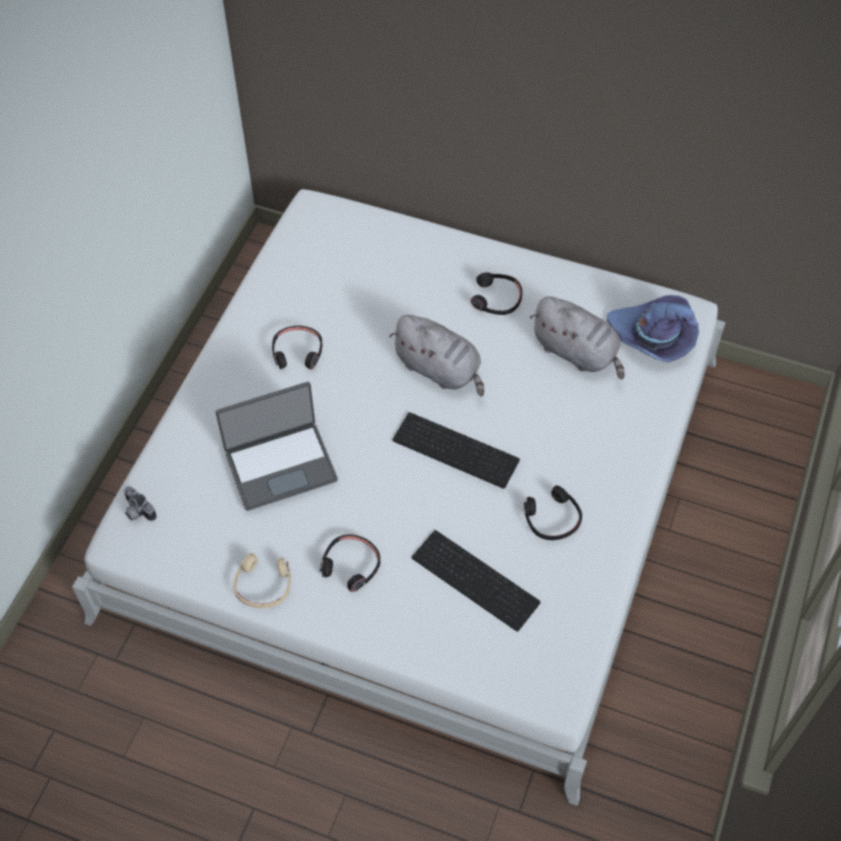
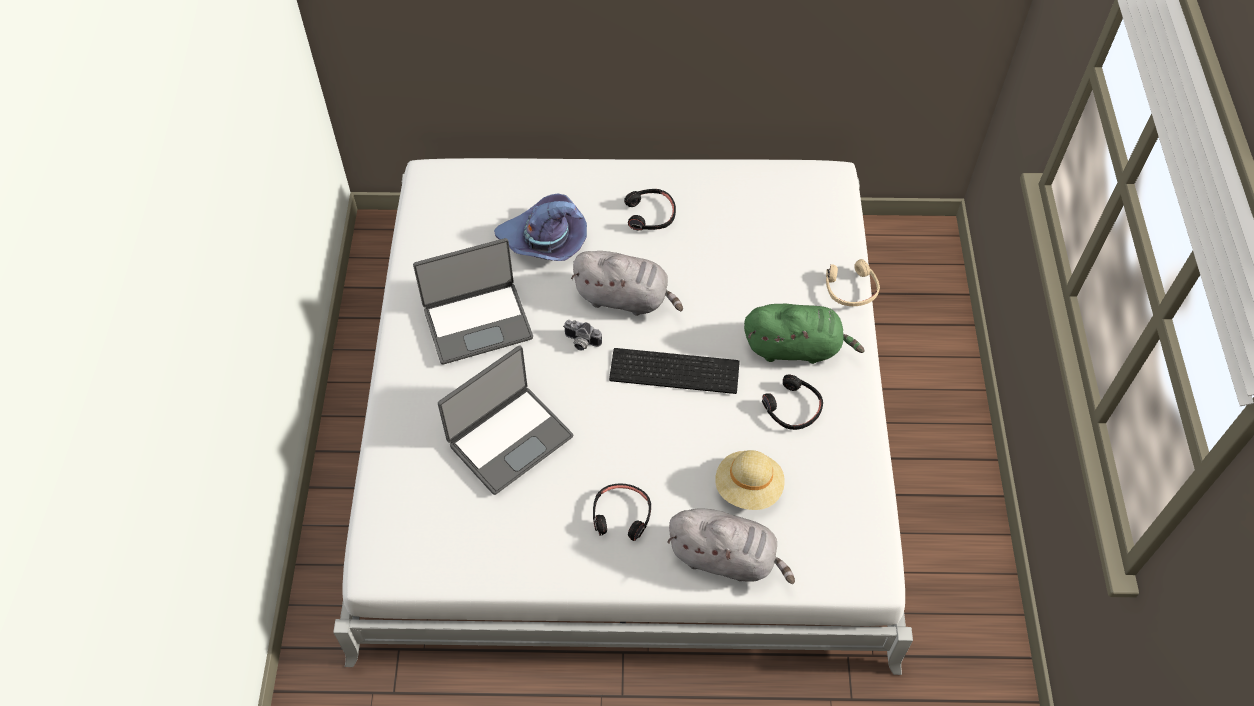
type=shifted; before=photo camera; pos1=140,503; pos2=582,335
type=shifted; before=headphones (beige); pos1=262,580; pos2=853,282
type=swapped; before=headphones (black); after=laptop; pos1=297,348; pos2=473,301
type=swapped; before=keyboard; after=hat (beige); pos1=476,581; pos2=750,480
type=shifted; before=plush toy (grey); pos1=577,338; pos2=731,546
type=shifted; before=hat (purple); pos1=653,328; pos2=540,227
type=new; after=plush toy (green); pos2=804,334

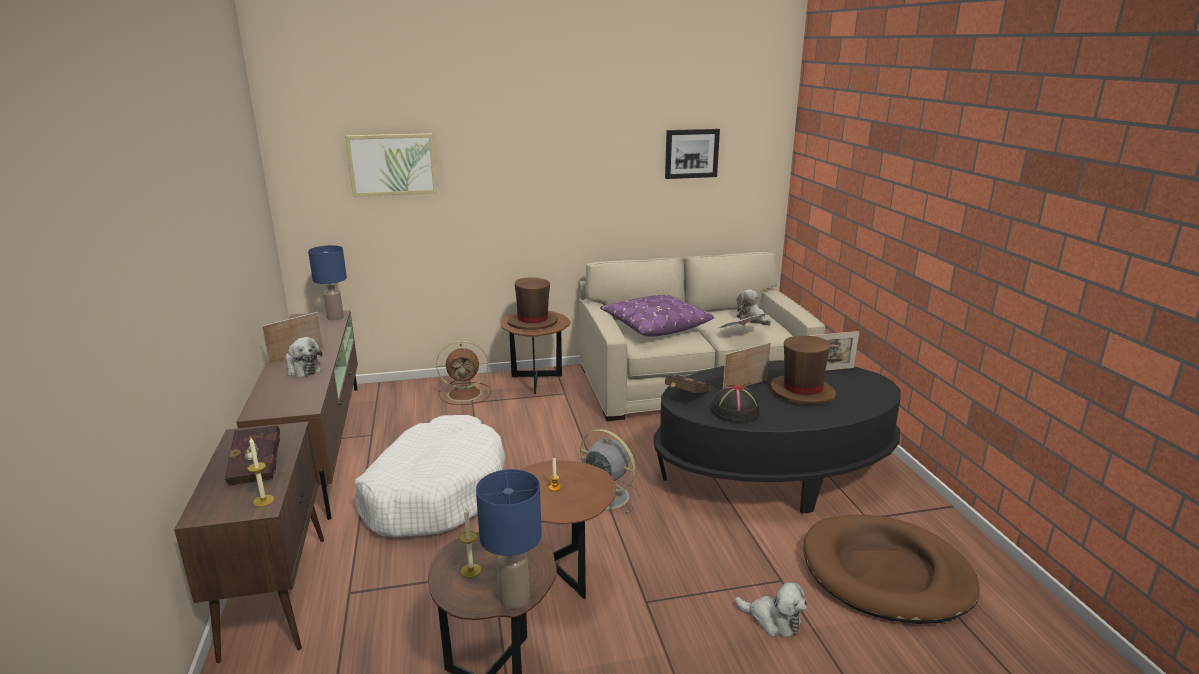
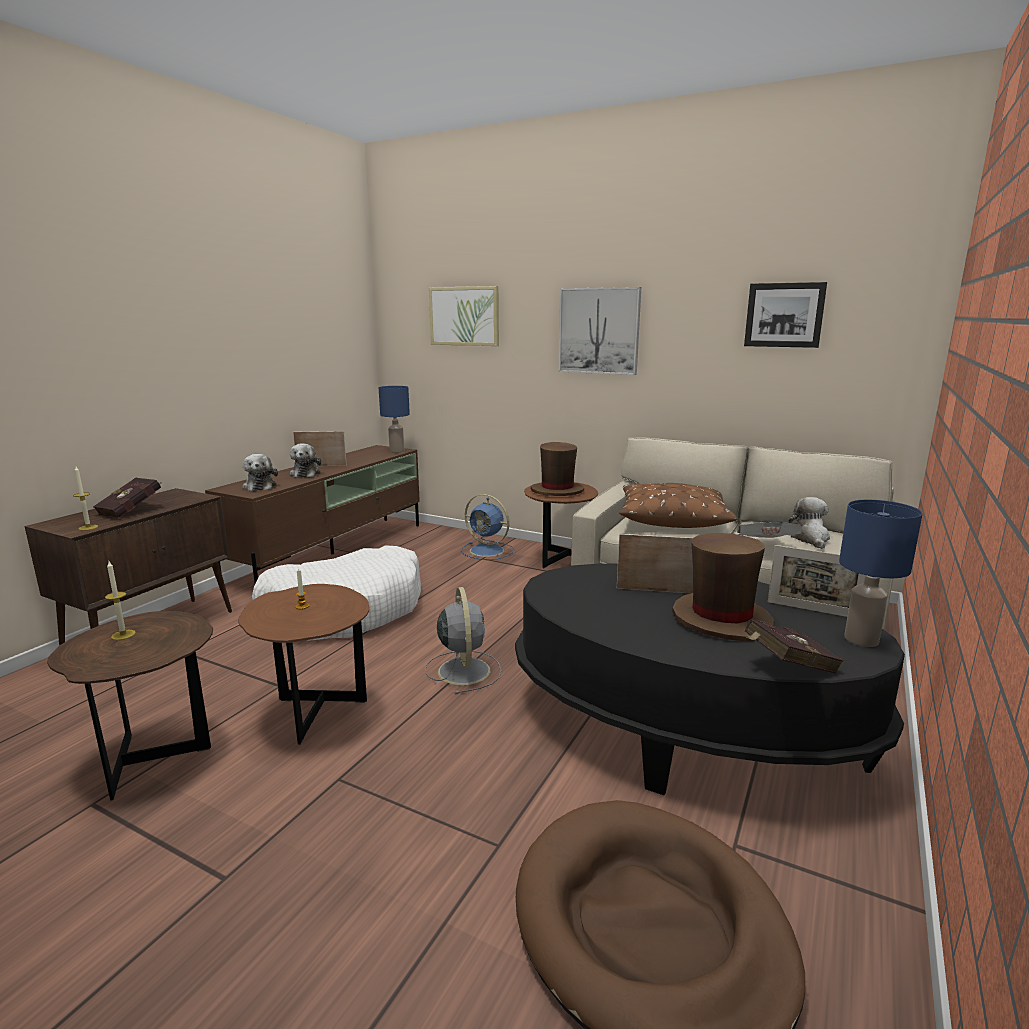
type=repainted; before=fan (brown); after=fan (blue); pos1=463,372; pos2=487,527
type=shifted; before=table lamp (blue); pos1=509,539; pos2=881,573
type=repainted; before=pillow (purple); after=pillow (brown); pos1=657,315; pos2=678,505
type=shifted; before=book (red); pos1=688,384; pos2=794,646
type=gone; before=hat (black); pos1=735,404
type=shifted; before=plush toy; pos1=771,609; pos2=260,472
type=new; after=picture; pos2=599,331

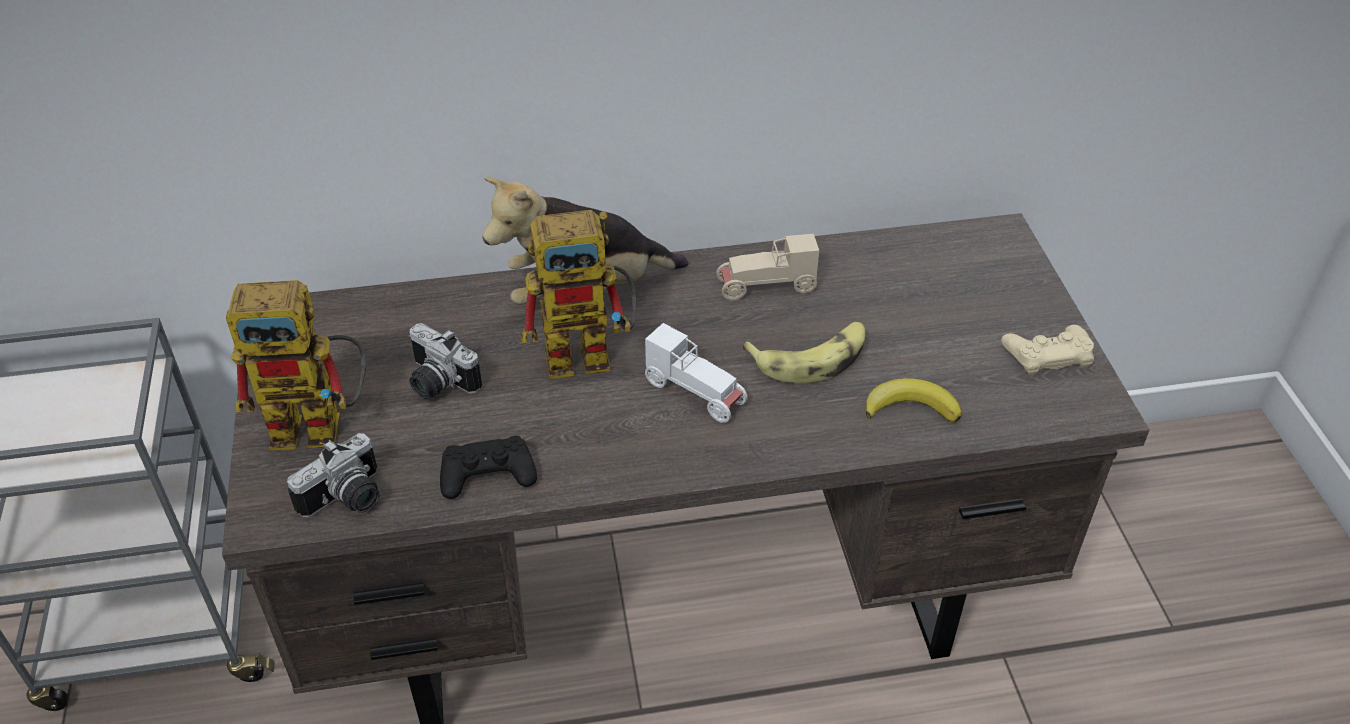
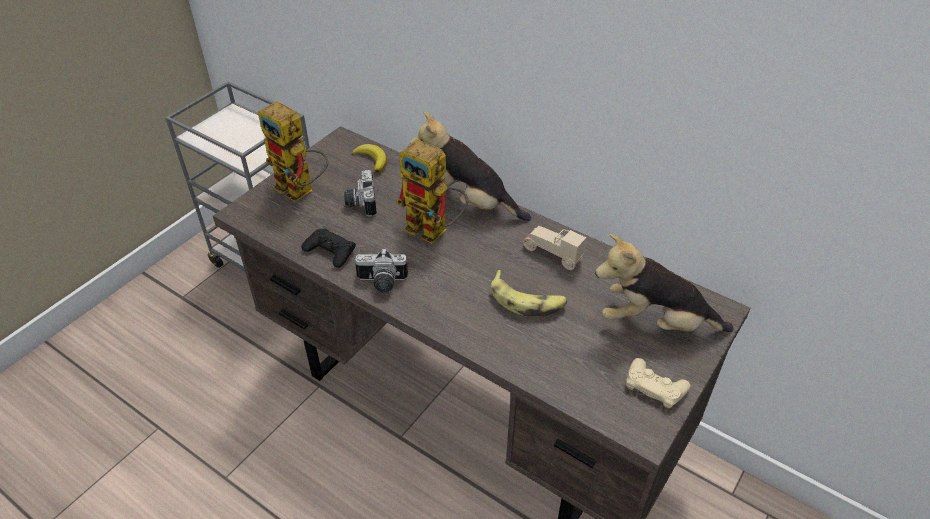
type=shifted; before=photo camera; pos1=333,475; pos2=381,270
type=gone; before=toy car (white); pos1=696,373
type=shifted; before=banana; pos1=914,400; pos2=369,158
type=new; after=plush toy; pos2=664,283

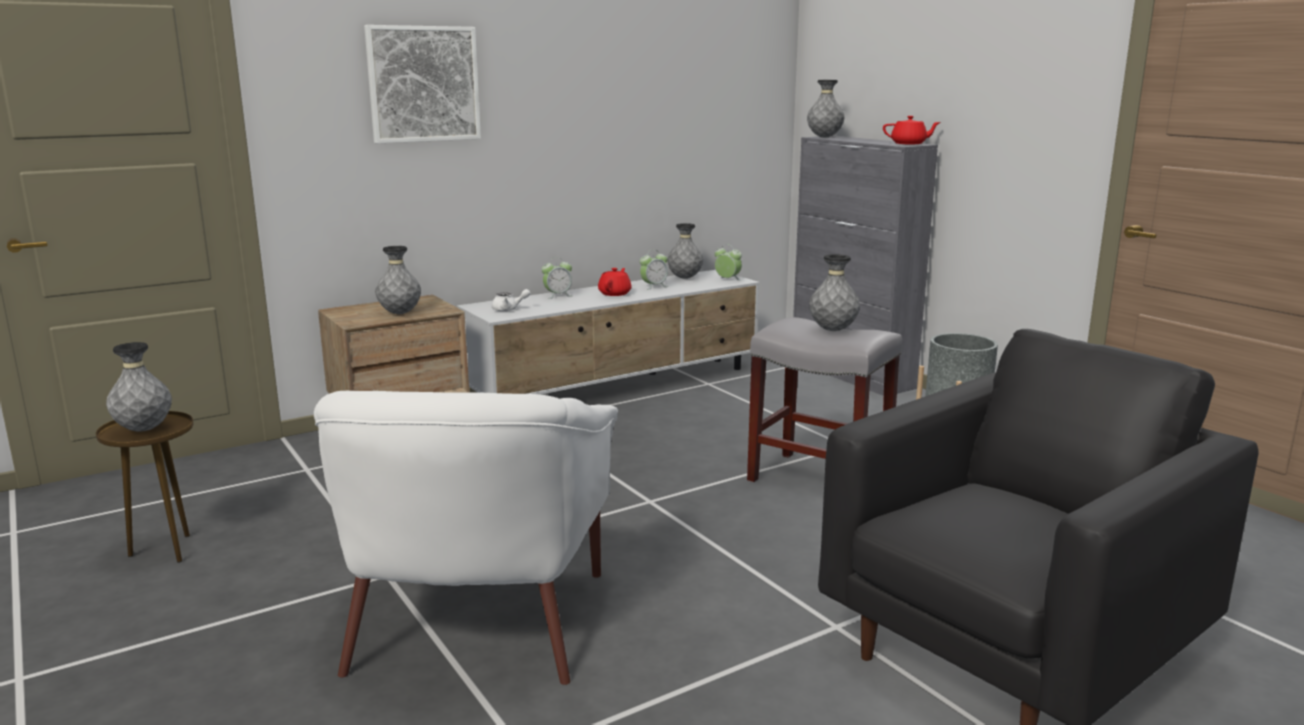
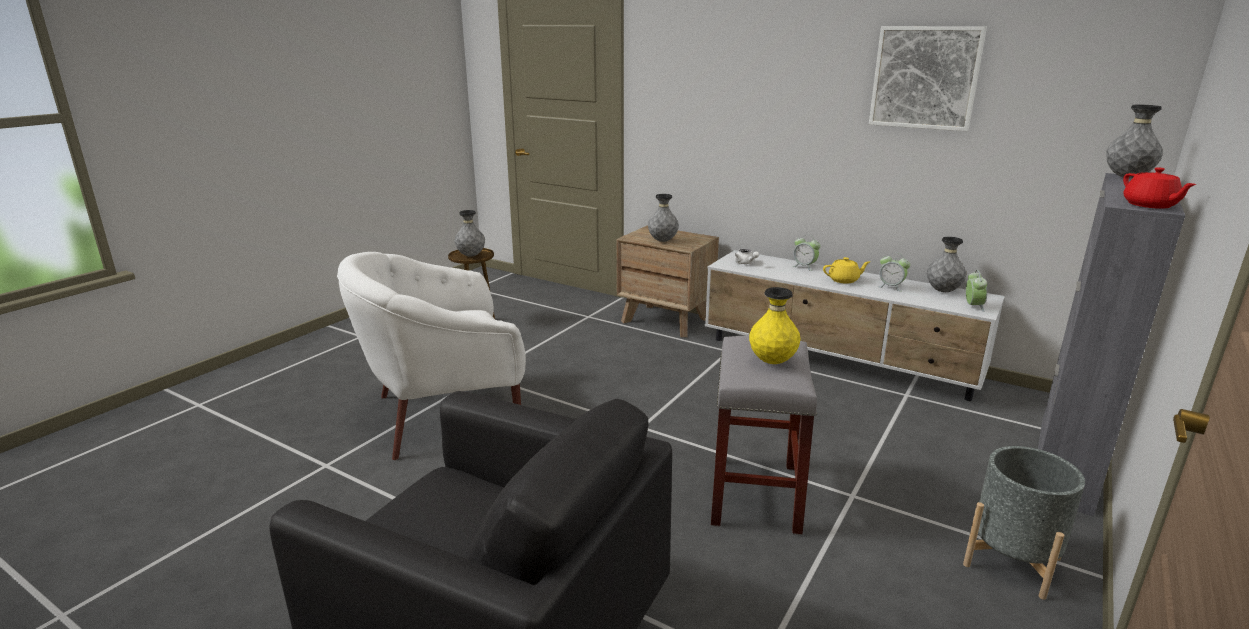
type=shifted; before=picture; pos1=422,84; pos2=928,78
type=repainted; before=teapot (red); after=teapot (yellow); pos1=615,282; pos2=846,270
type=repainted; before=vase (grey); after=vase (yellow); pos1=835,292; pos2=775,325

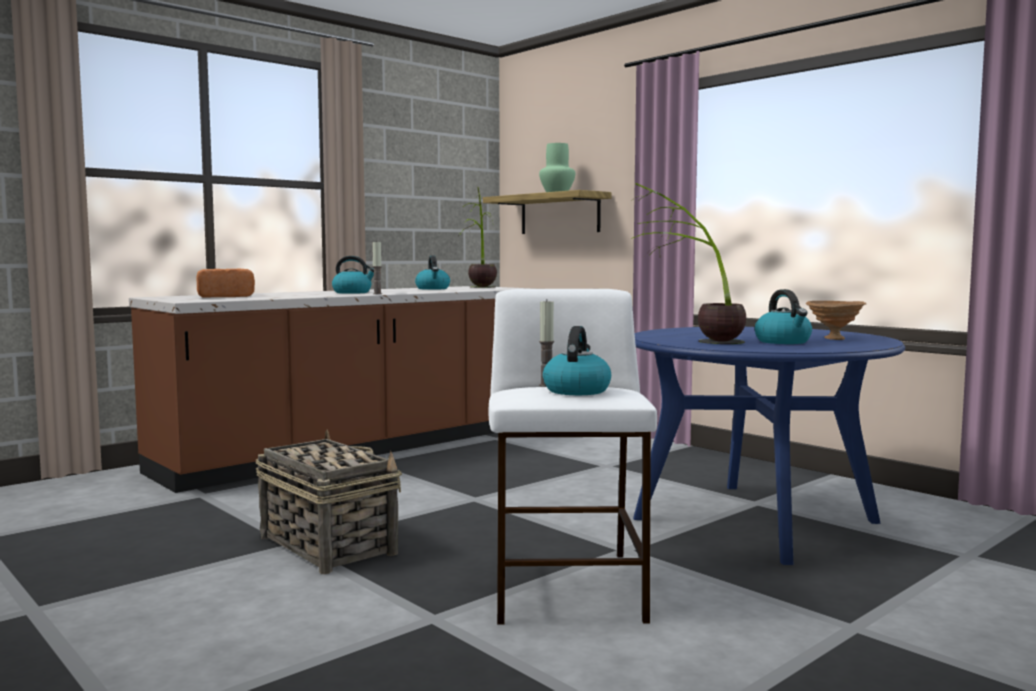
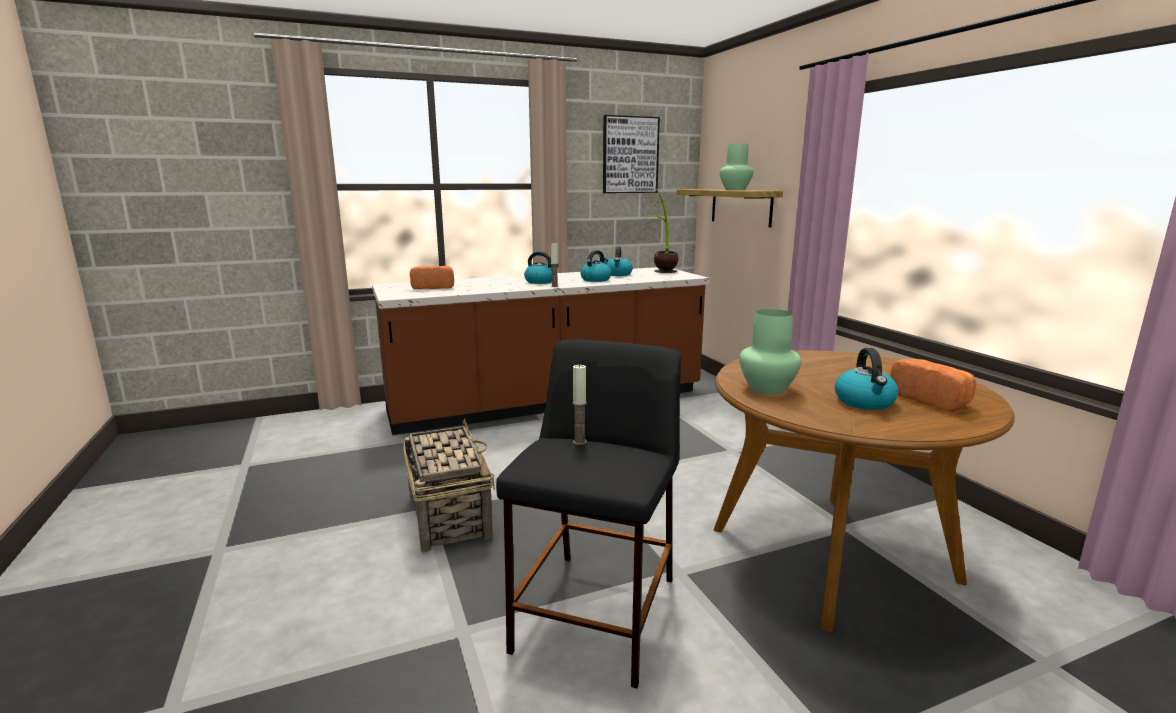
type=repainted; before=stool (white); after=stool (black); pos1=573,457; pos2=588,514
type=shifted; before=kettle; pos1=577,360; pos2=595,266
type=swapped; before=potted plant; after=vase (green); pos1=688,263; pos2=770,352
type=repainted; before=dining table (blue); after=dining table (brown); pos1=769,446; pos2=864,491
type=swapped; before=bowl (brown); after=bread; pos1=836,320; pos2=933,385
type=new; after=picture; pos2=631,154

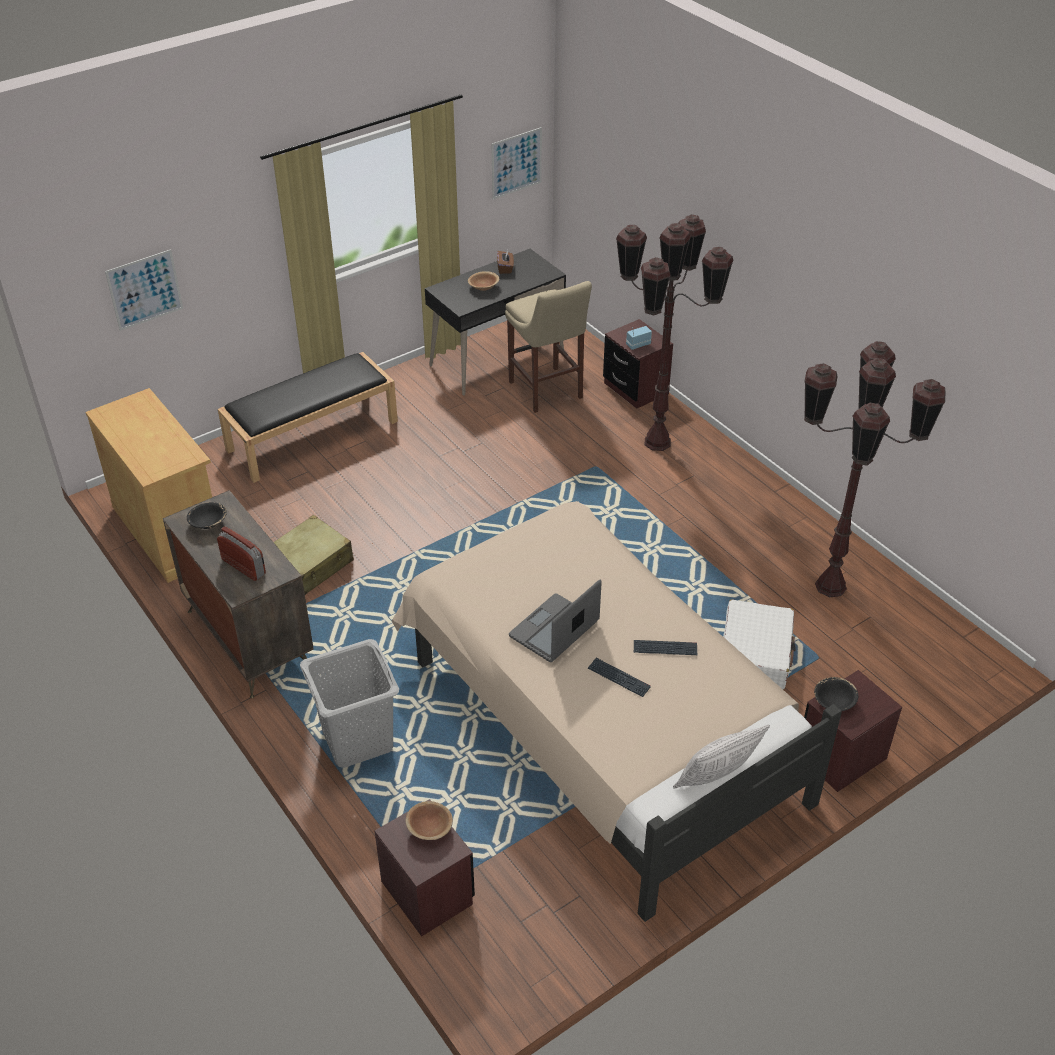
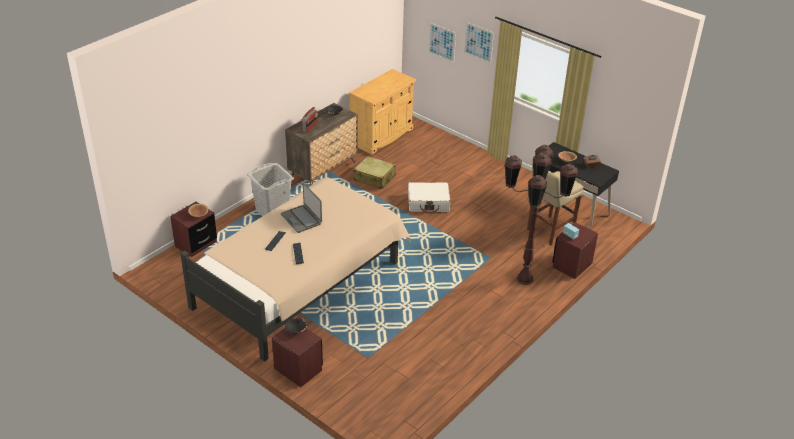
type=gone; before=bench (black); pos1=308,417
type=shifted; before=picture; pos1=516,163; pos2=479,43
type=rotated; before=laptop; pos1=555,621; pos2=301,208; turn=-150
type=gone; before=pillow; pos1=721,757
type=shifted; before=suitcase (white); pos1=759,645; pos2=429,198
type=gone; before=floor lamp (brown); pos1=874,469

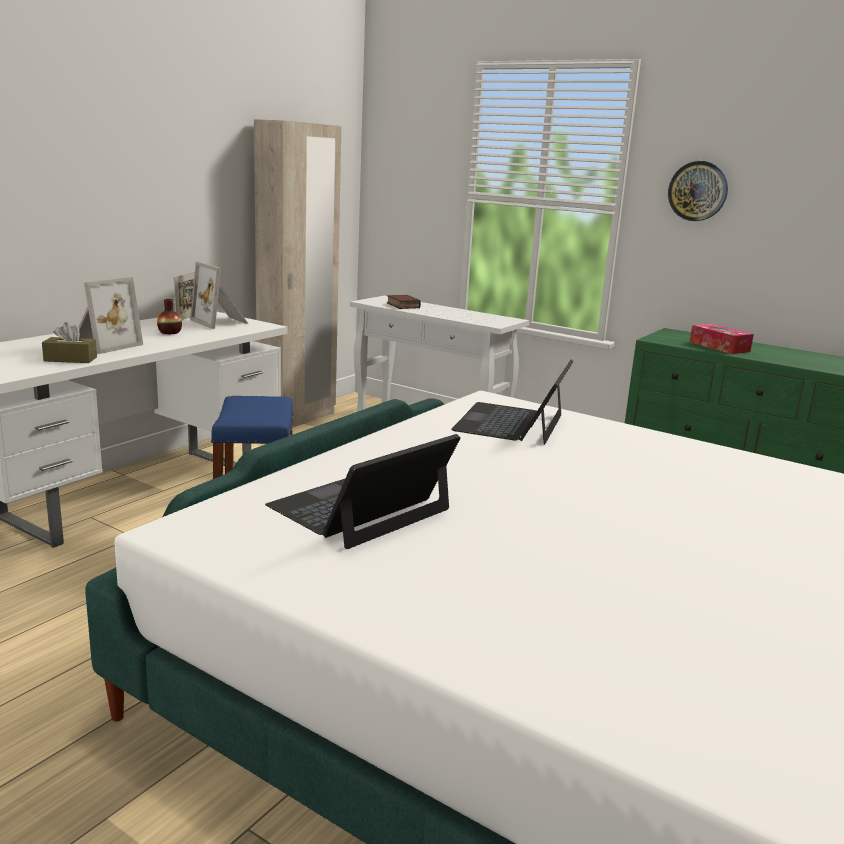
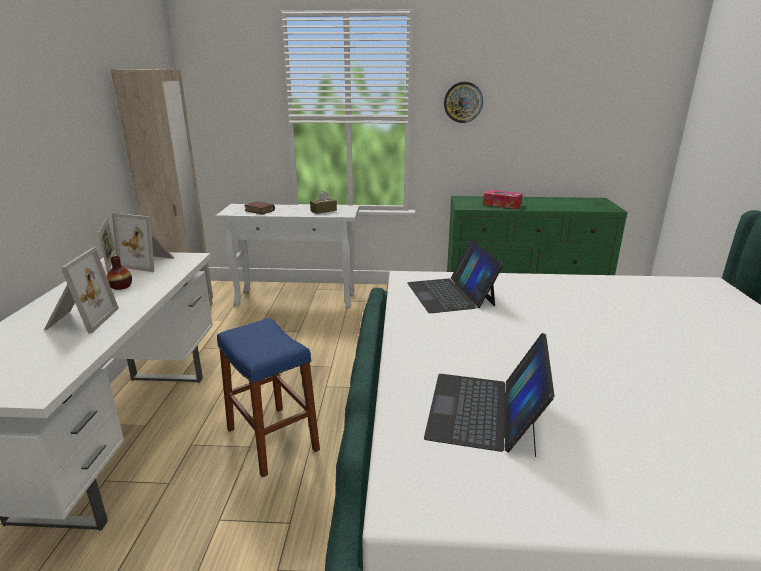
type=shifted; before=tissue box (brown); pos1=69,342; pos2=323,202

